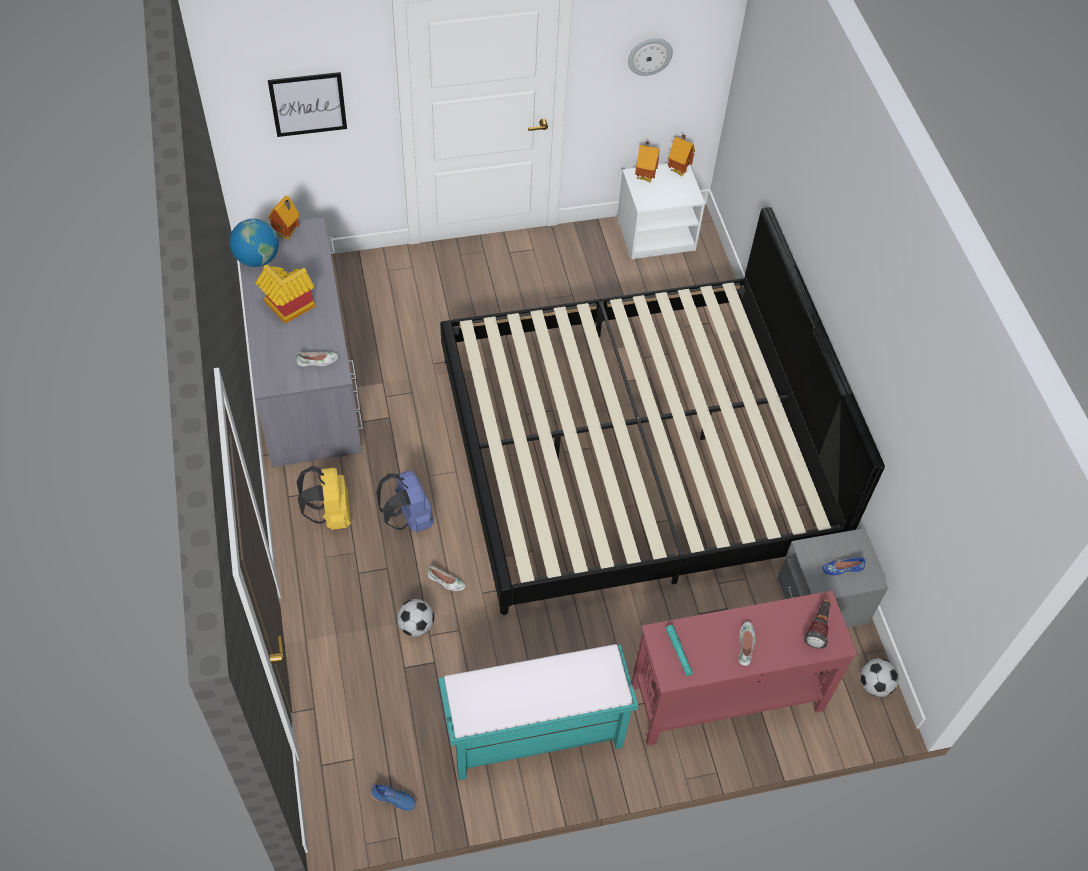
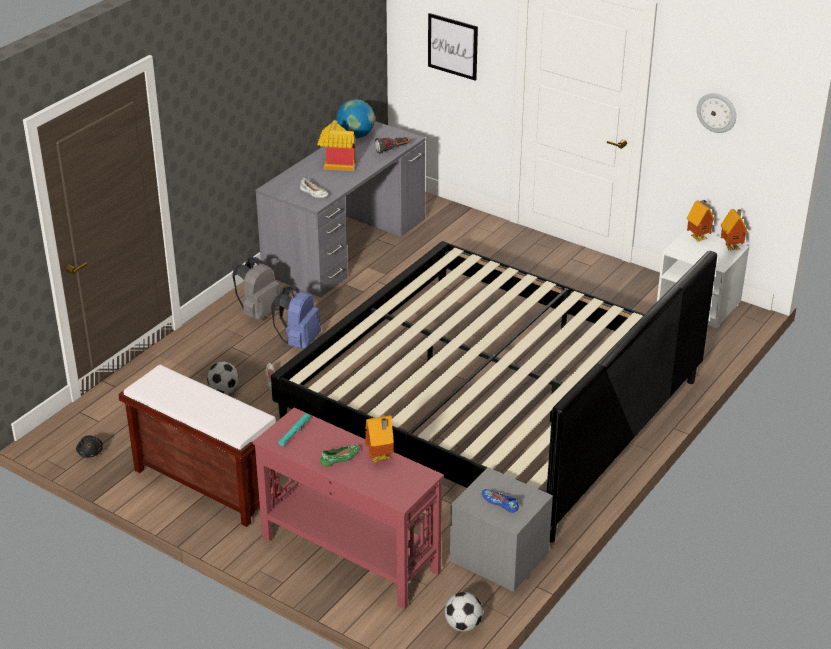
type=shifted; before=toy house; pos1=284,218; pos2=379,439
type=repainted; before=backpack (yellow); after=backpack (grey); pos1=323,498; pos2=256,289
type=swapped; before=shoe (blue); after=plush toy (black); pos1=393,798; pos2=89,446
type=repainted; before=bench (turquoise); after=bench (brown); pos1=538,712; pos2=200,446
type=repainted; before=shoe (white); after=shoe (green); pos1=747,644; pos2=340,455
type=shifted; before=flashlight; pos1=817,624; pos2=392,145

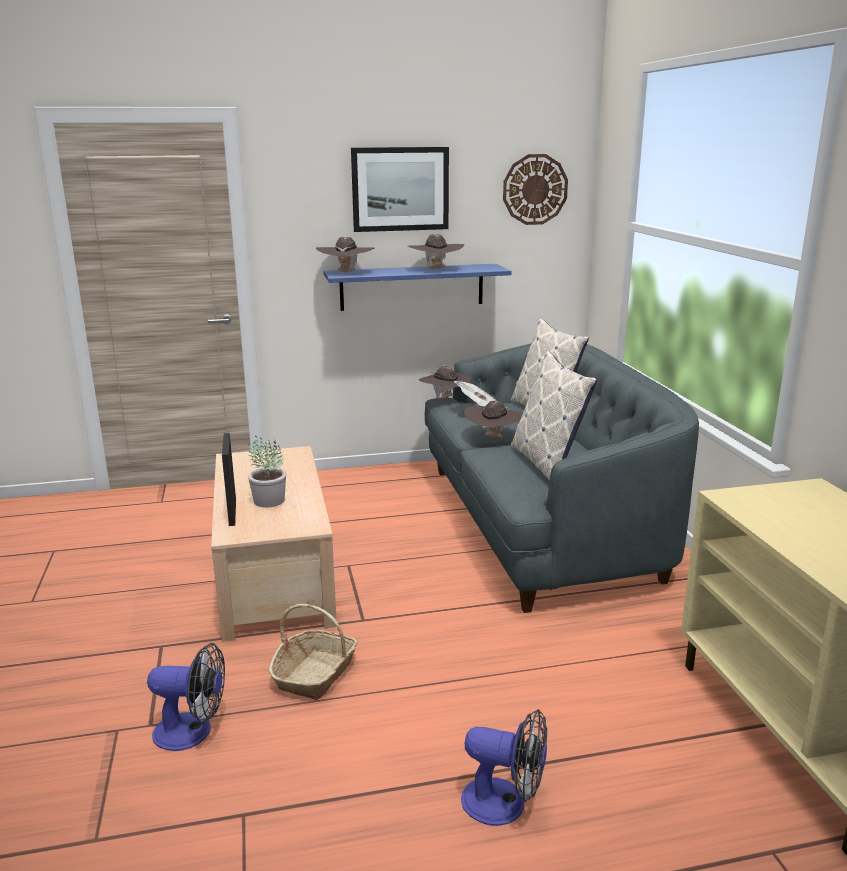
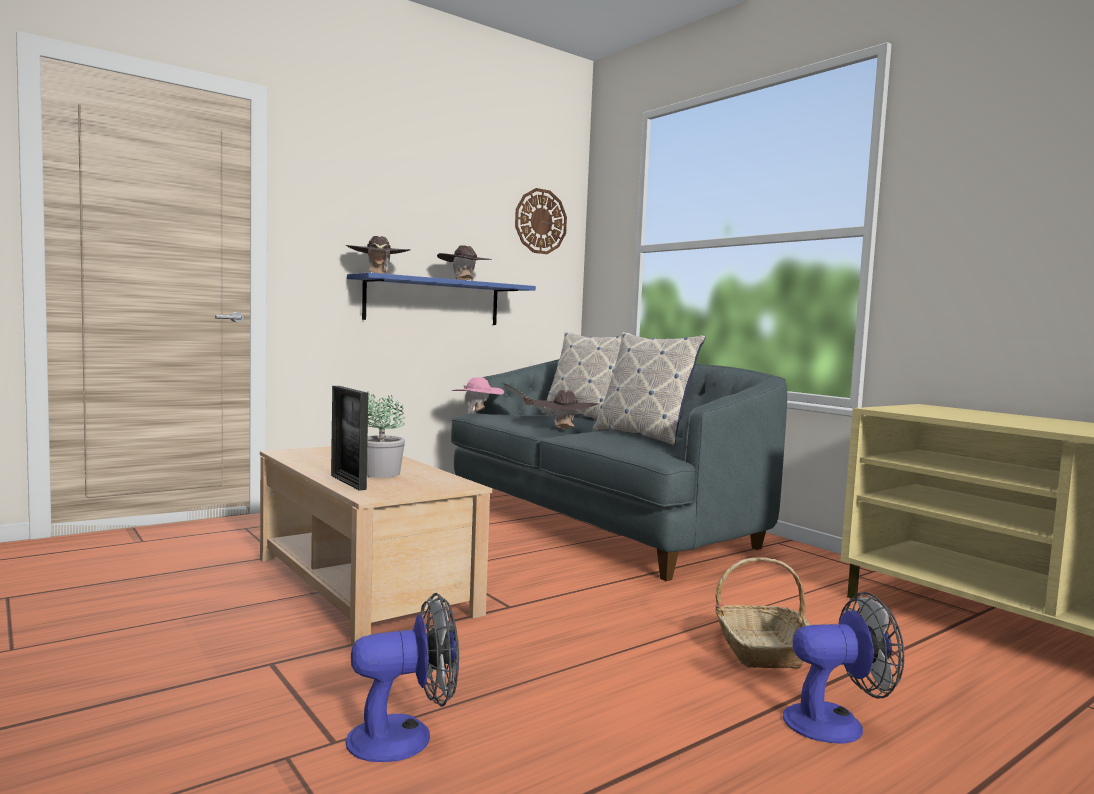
type=shifted; before=basket; pos1=313,652; pos2=762,613
type=gone; before=picture; pos1=400,189
type=repainted; before=hat (brown); after=hat (pink); pos1=445,382; pos2=478,394

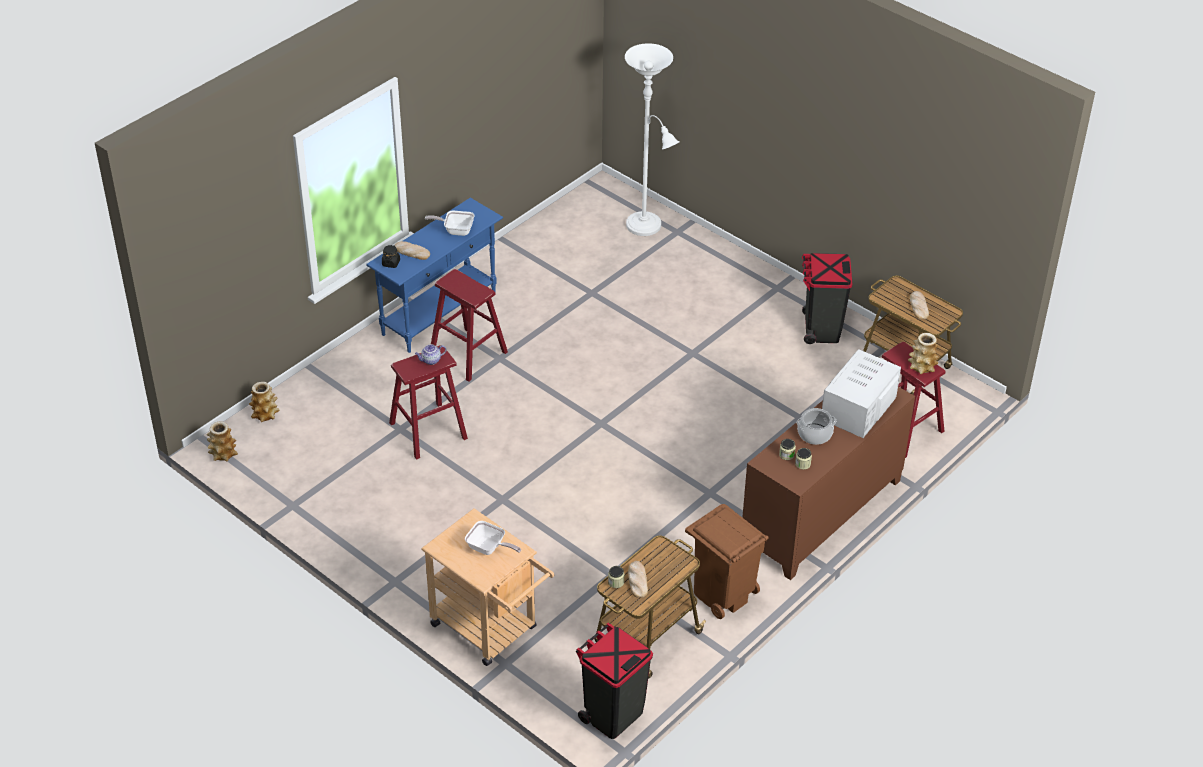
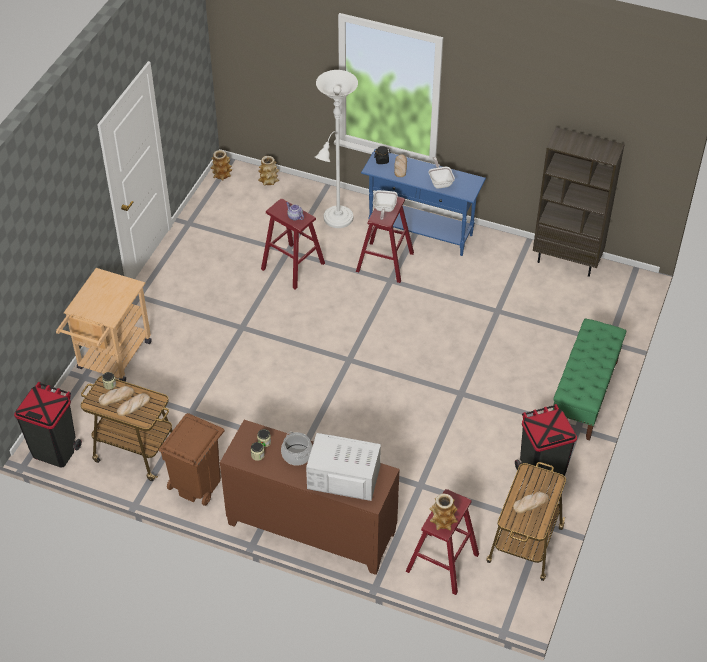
type=shifted; before=frying pan; pos1=493,538; pos2=385,205
type=shifted; before=floor lamp (white); pos1=652,139; pos2=336,149
type=new; after=bread; pos2=133,404
type=new; after=bookcase (brown); pos2=579,202
type=new; after=bench (green); pos2=589,380

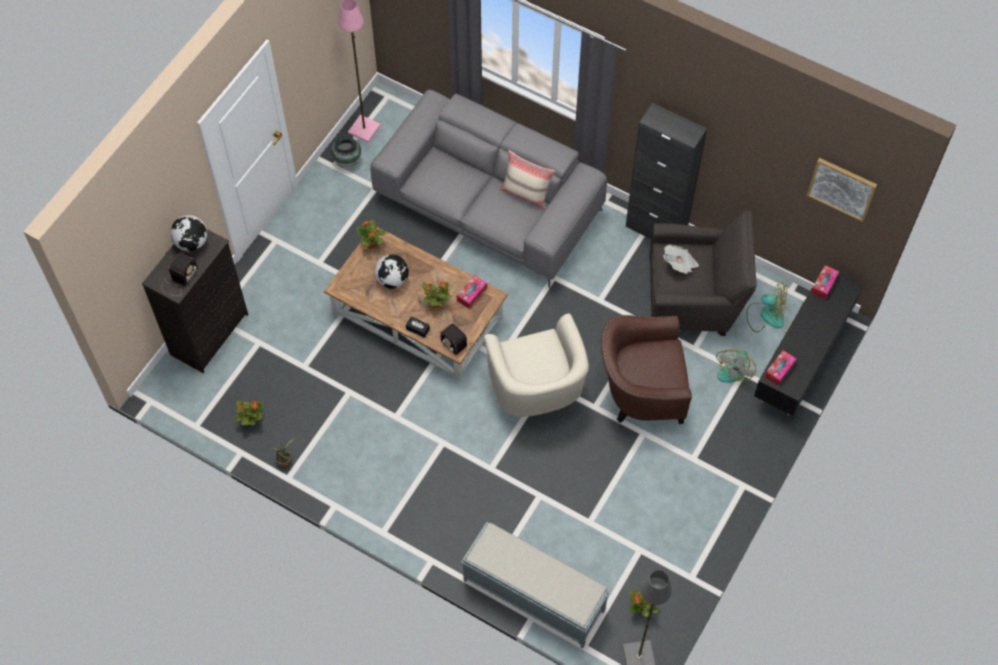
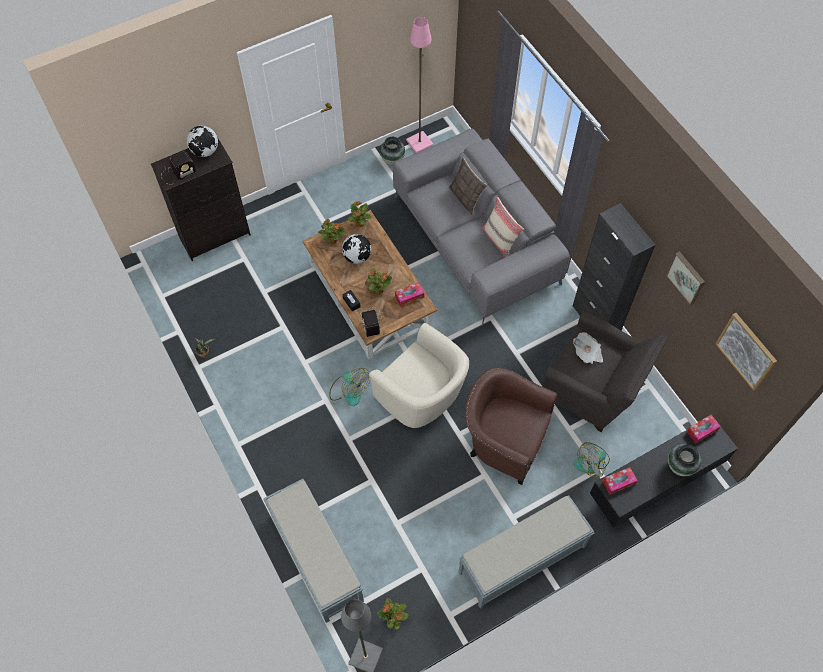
type=shifted; before=potted plant; pos1=249,412; pos2=331,231
type=rotated; before=armchair (beige); pos1=536,365; pos2=419,375; turn=-60
type=shifted; before=fan; pos1=766,307; pos2=349,387
type=new; after=pillow; pos2=468,186
type=new; after=bench (grey); pos2=526,552
type=new; after=picture; pos2=685,278
type=new; after=vase; pos2=684,460

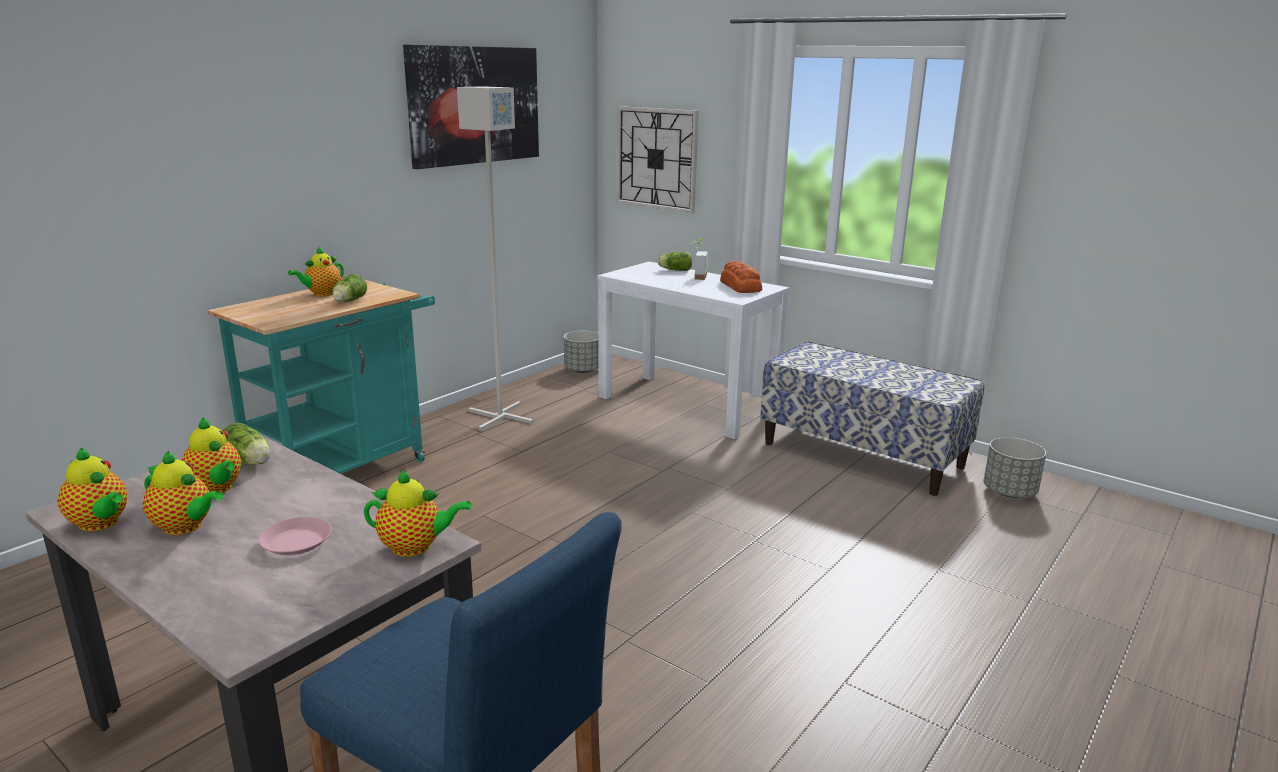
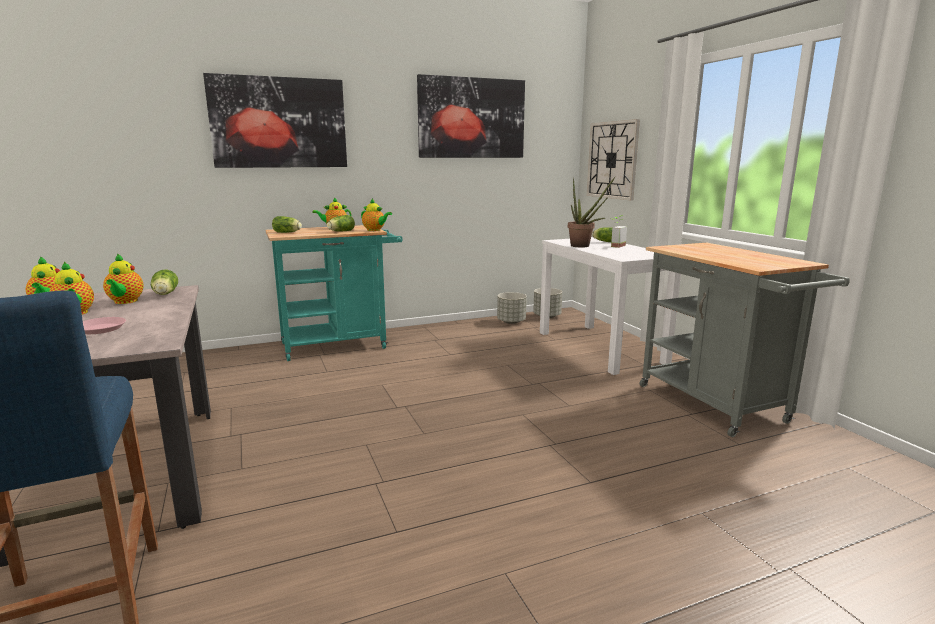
type=shifted; before=teapot; pos1=418,513; pos2=376,215
type=gone; before=floor lamp (grey); pos1=495,258
type=gone; before=bread; pos1=741,277
type=swapped; before=bench; after=cart (grey); pos1=872,419; pos2=744,340
type=shifted; before=planter (grey); pos1=1015,467; pos2=512,308
type=new; after=picture; pos2=275,120
type=new; after=lettuce; pos2=287,224
type=new; after=potted plant; pos2=591,212

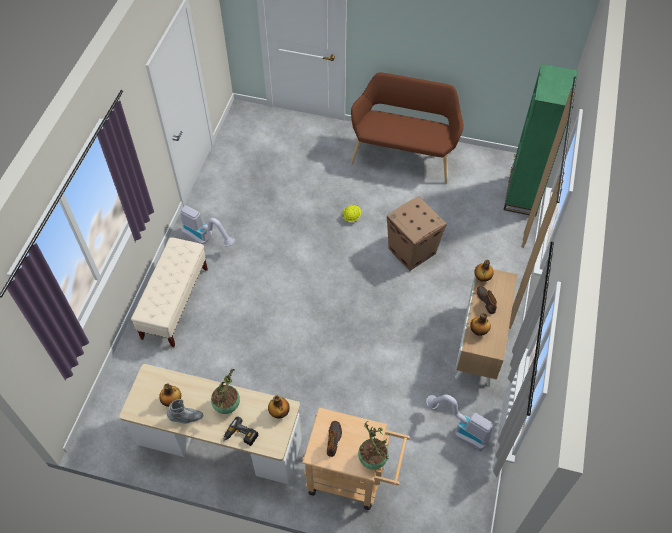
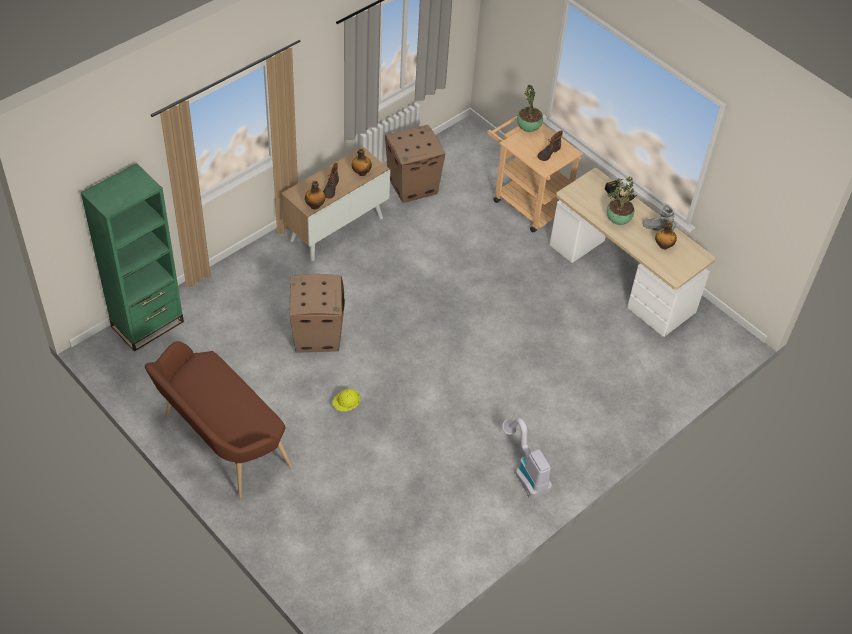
type=gone; before=bench (beige); pos1=169,292
type=gone; before=bottle; pos1=279,407
type=swapped; before=vacuum cleaner; after=cardboard box; pos1=459,423; pos2=415,164

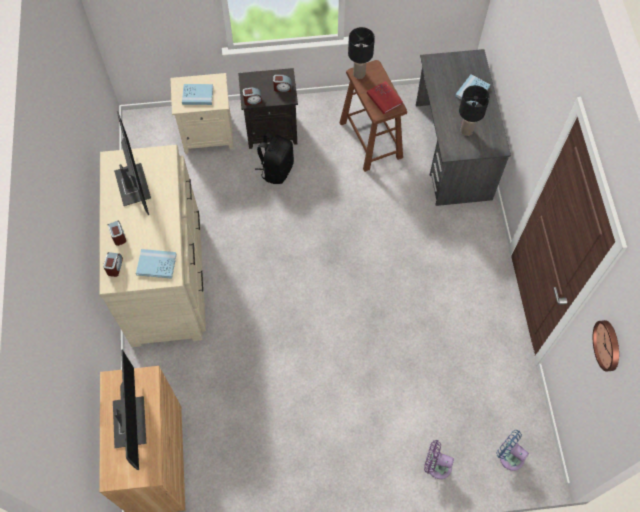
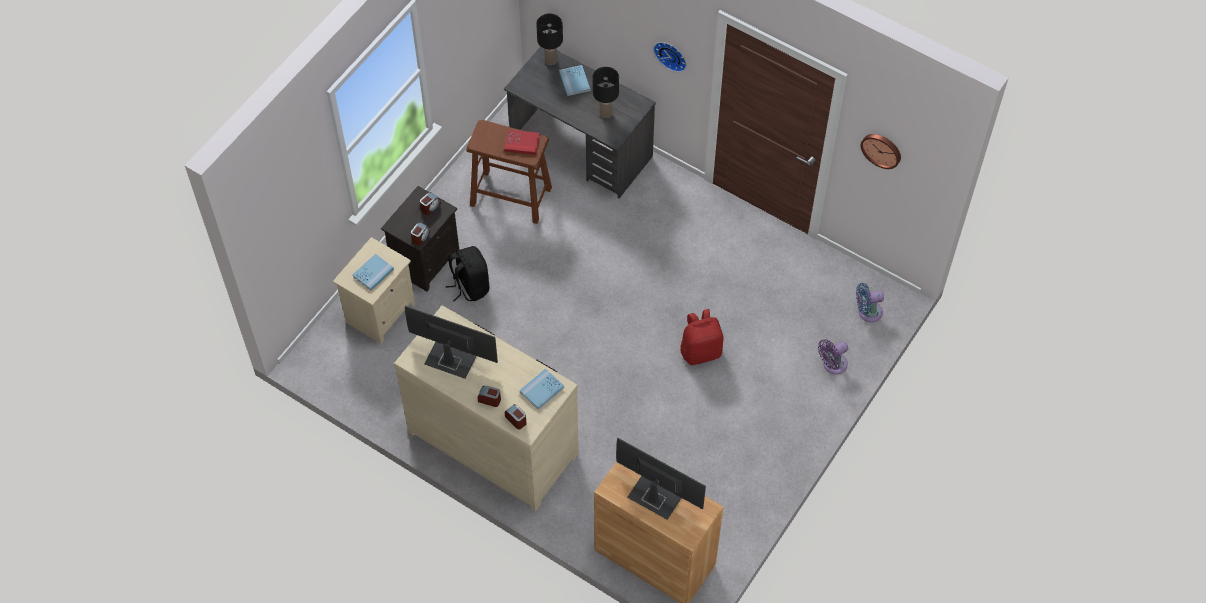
type=shifted; before=table lamp (black); pos1=361,53; pos2=549,39
type=new; after=wall clock; pos2=670,57
type=new; after=backpack (red); pos2=702,337

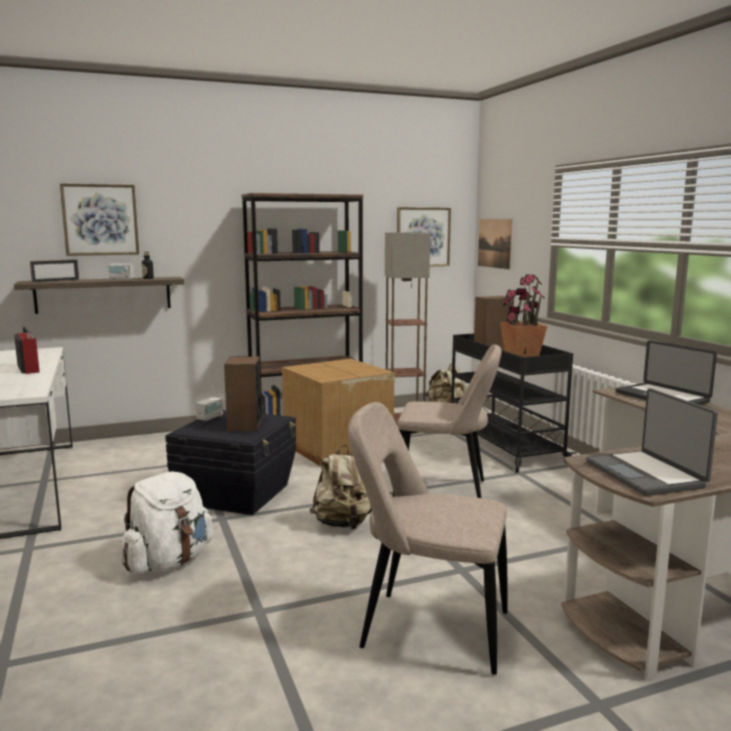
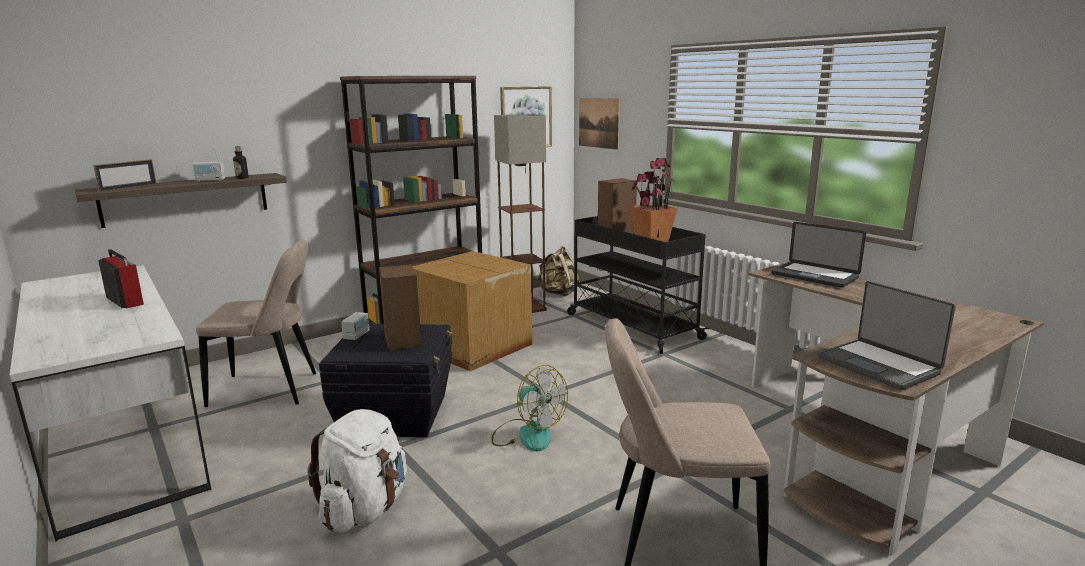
type=gone; before=picture; pos1=99,220
type=swapped; before=backpack (beige); after=fan; pos1=340,487; pos2=529,408
type=shifted; before=chair (beige); pos1=447,421; pos2=256,323

